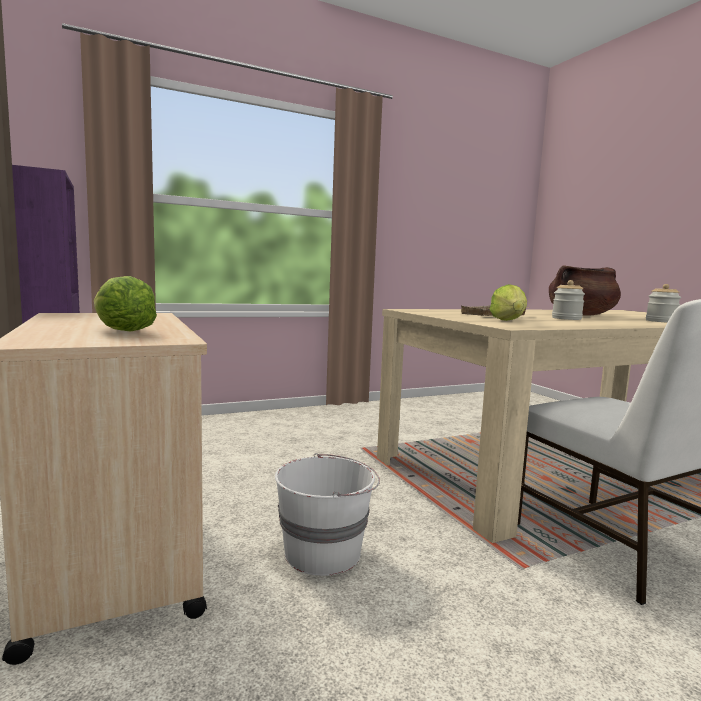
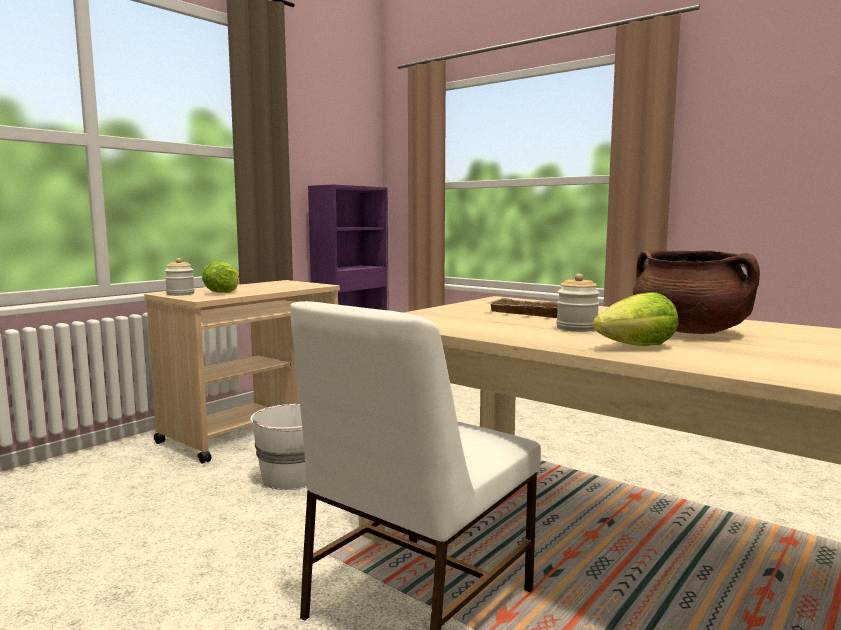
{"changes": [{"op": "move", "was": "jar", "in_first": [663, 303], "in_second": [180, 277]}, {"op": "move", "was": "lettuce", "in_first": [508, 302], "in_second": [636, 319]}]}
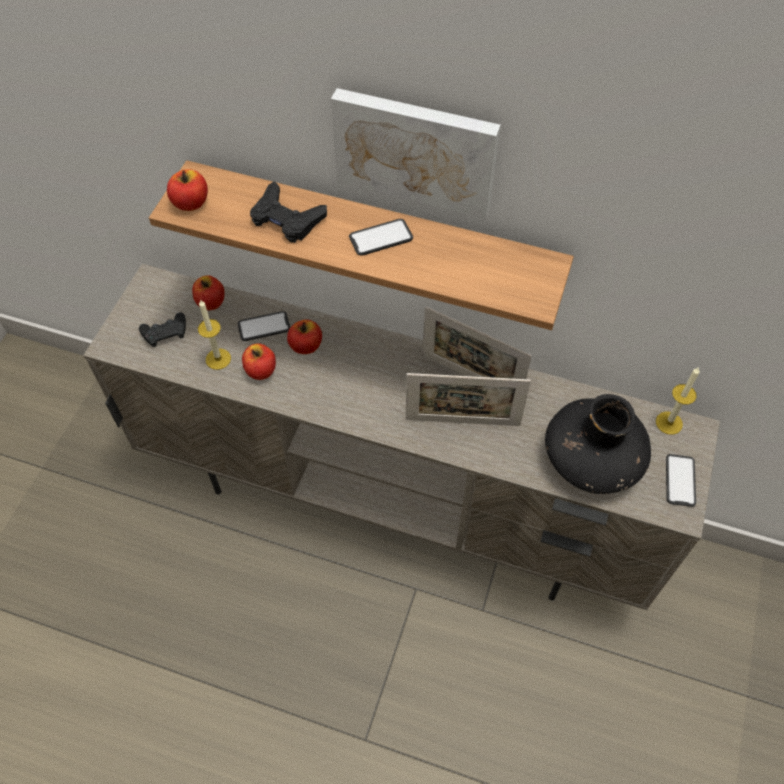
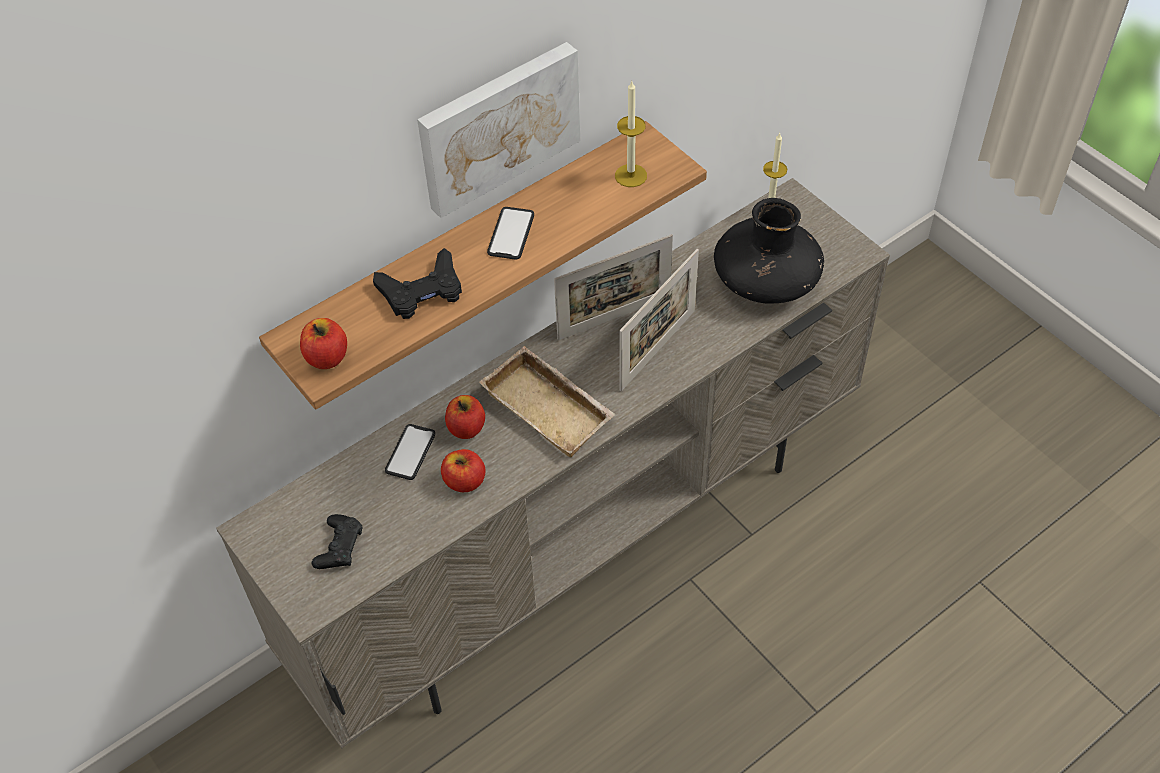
{"changes": [{"op": "insert", "now": "beige tray", "in_second": [547, 401]}, {"op": "move", "was": "candle", "in_first": [214, 335], "in_second": [631, 134]}, {"op": "delete", "was": "apple", "in_first": [208, 292]}, {"op": "delete", "was": "phone", "in_first": [681, 480]}]}
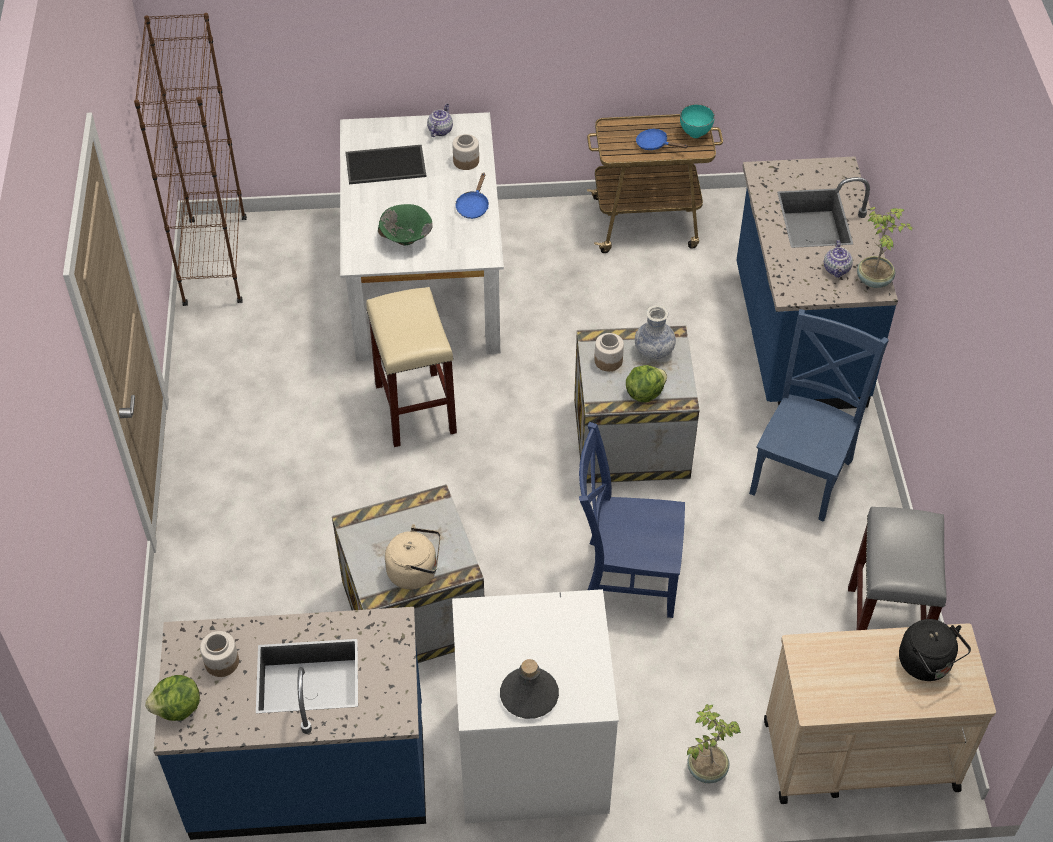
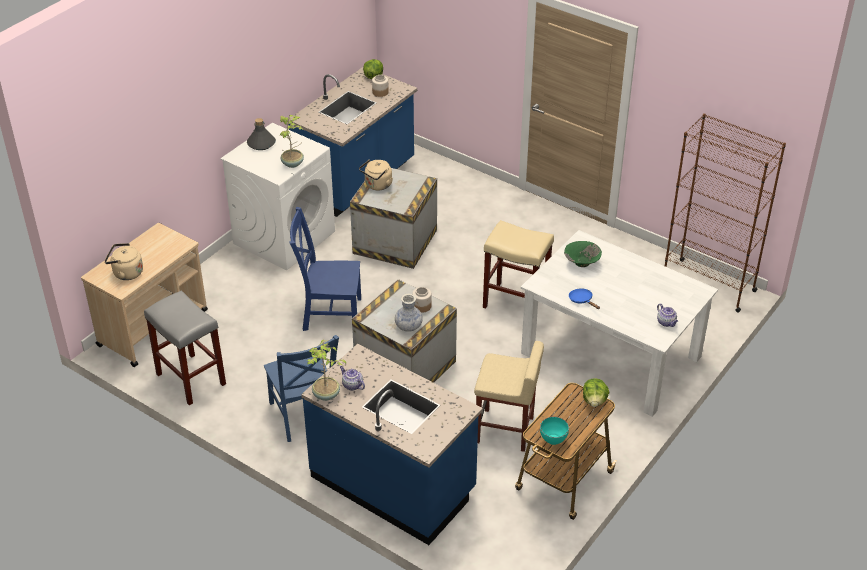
{"changes": [{"op": "recolor", "was": "black kettle", "now": "beige kettle", "in_first": [935, 650], "in_second": [124, 261]}, {"op": "move", "was": "potted plant", "in_first": [714, 744], "in_second": [292, 141]}, {"op": "rotate", "was": "blue chair", "in_first": [632, 520], "in_second": [325, 269], "clockwise": -135}, {"op": "insert", "now": "beige stool", "in_second": [509, 396]}, {"op": "move", "was": "lettuce", "in_first": [646, 383], "in_second": [596, 392]}, {"op": "delete", "was": "tray", "in_first": [386, 164]}, {"op": "delete", "was": "jar", "in_first": [465, 152]}, {"op": "delete", "was": "blue frying pan", "in_first": [662, 139]}]}
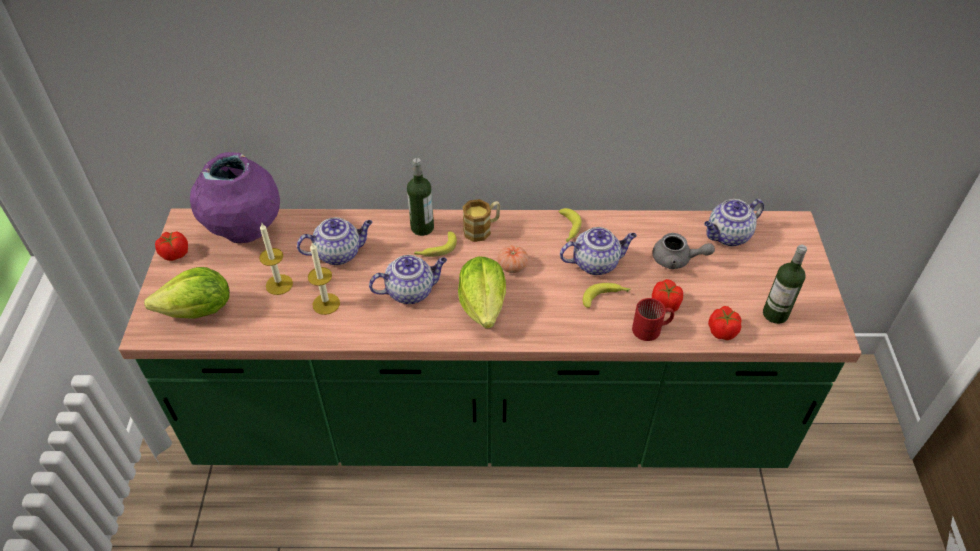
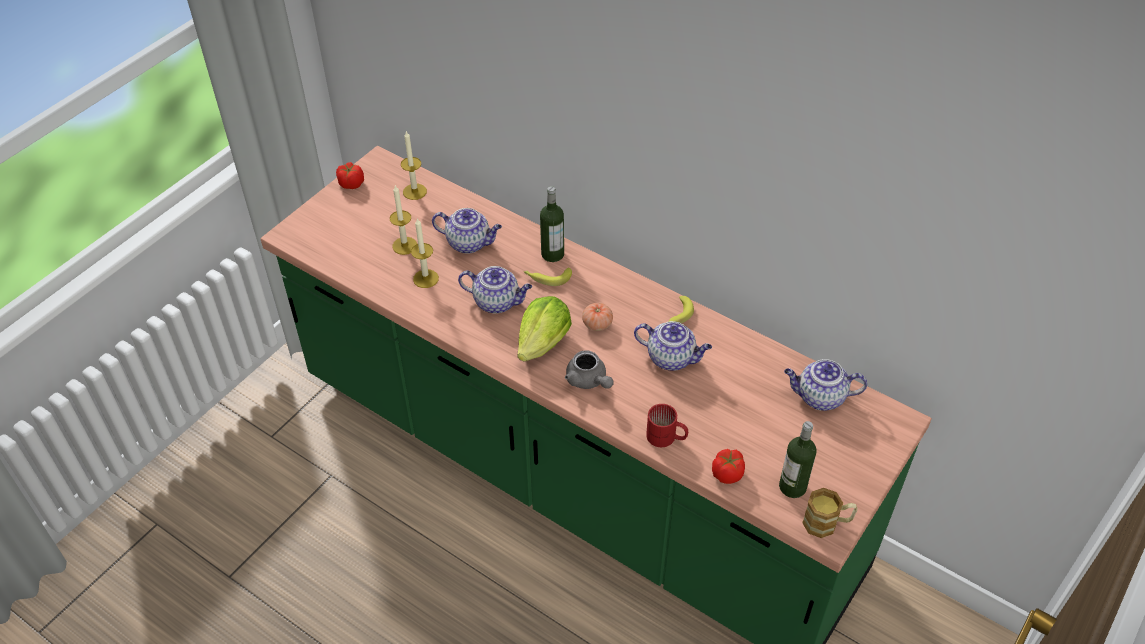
{"changes": [{"op": "replace", "was": "purple vase", "now": "candle", "in_first": [235, 197], "in_second": [414, 165]}, {"op": "move", "was": "grey teapot", "in_first": [684, 251], "in_second": [589, 369]}, {"op": "move", "was": "mug", "in_first": [481, 220], "in_second": [830, 513]}, {"op": "delete", "was": "lettuce", "in_first": [187, 293]}, {"op": "delete", "was": "banana", "in_first": [606, 295]}, {"op": "delete", "was": "tomato", "in_first": [667, 295]}]}
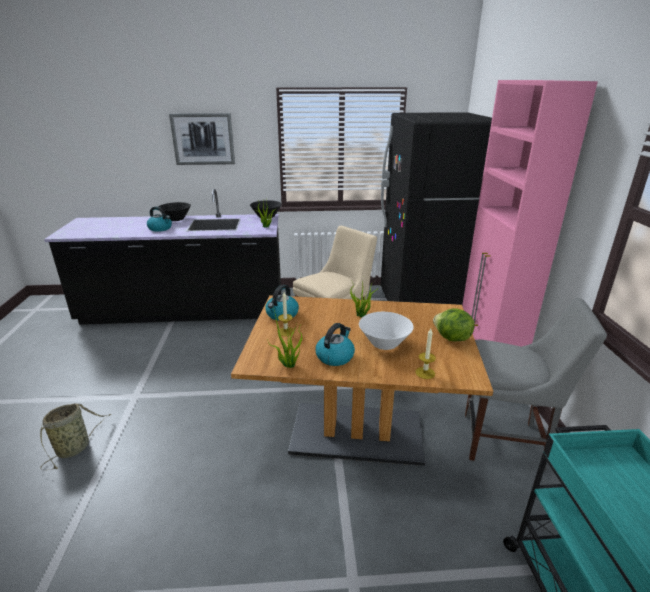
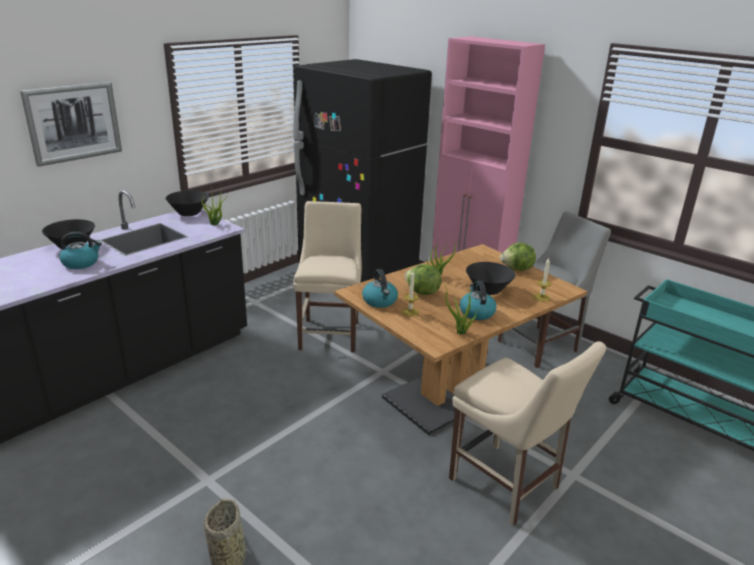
{"changes": [{"op": "insert", "now": "lettuce", "in_second": [423, 279]}, {"op": "insert", "now": "beige chair", "in_second": [527, 433]}, {"op": "recolor", "was": "white bowl", "now": "black bowl", "in_first": [386, 331], "in_second": [491, 278]}]}
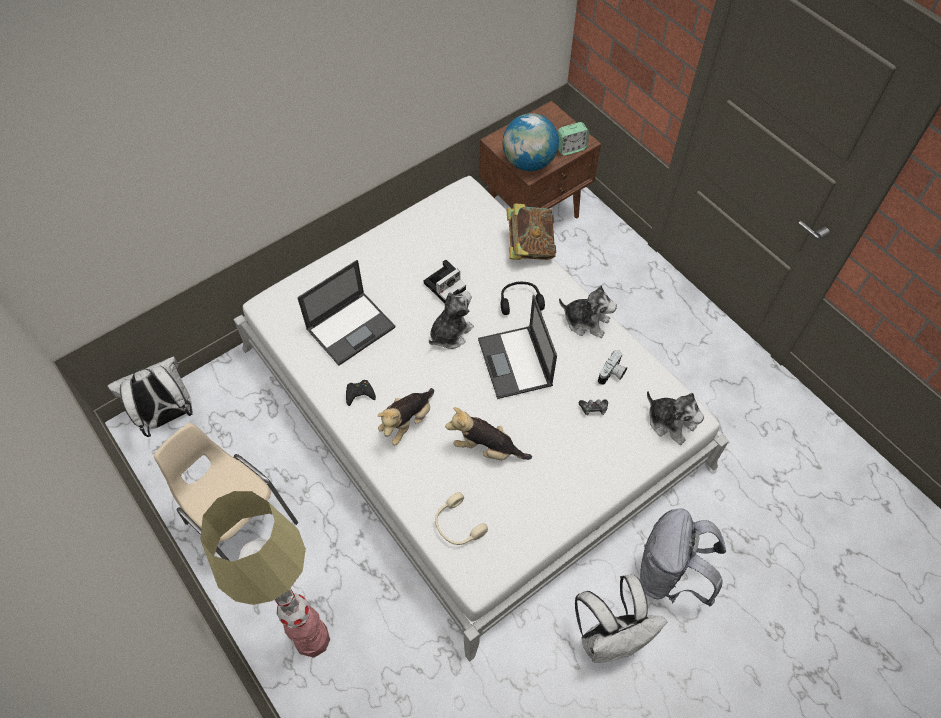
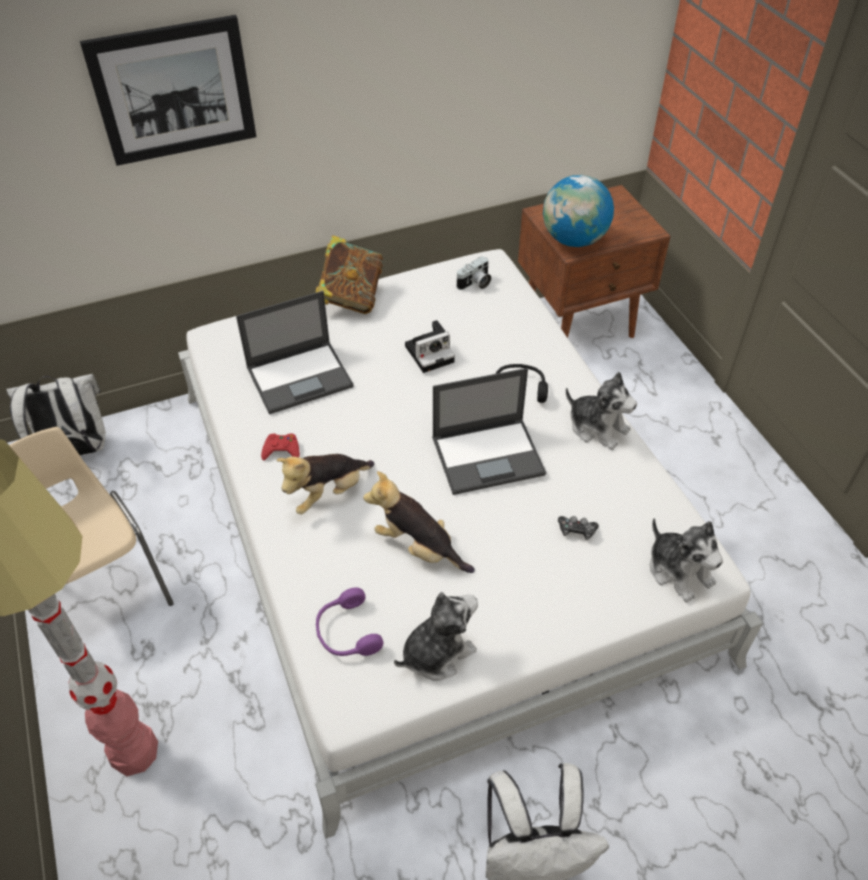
{"changes": [{"op": "insert", "now": "picture", "in_second": [168, 90]}, {"op": "recolor", "was": "black game controller", "now": "red game controller", "in_first": [361, 393], "in_second": [280, 447]}, {"op": "move", "was": "book", "in_first": [531, 231], "in_second": [349, 274]}, {"op": "recolor", "was": "beige headphones", "now": "purple headphones", "in_first": [461, 518], "in_second": [349, 622]}, {"op": "move", "was": "plush toy", "in_first": [451, 320], "in_second": [436, 636]}, {"op": "rotate", "was": "laptop", "in_first": [517, 347], "in_second": [489, 431], "clockwise": -105}, {"op": "move", "was": "photo camera", "in_first": [612, 367], "in_second": [474, 273]}, {"op": "delete", "was": "alarm clock", "in_first": [573, 139]}, {"op": "delete", "was": "grey backpack", "in_first": [683, 557]}]}
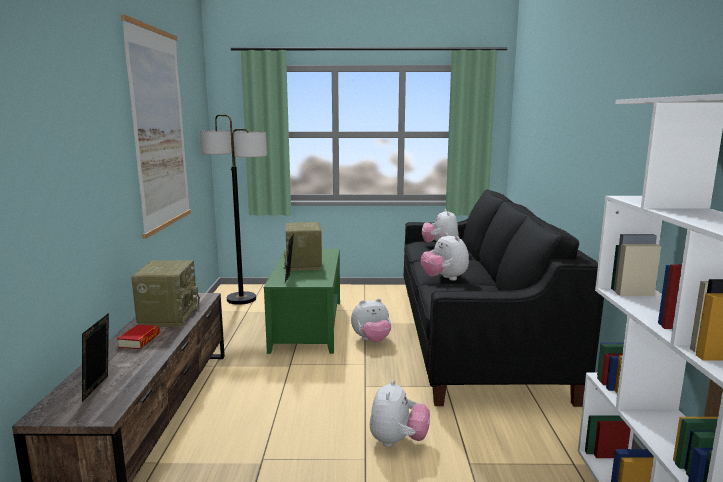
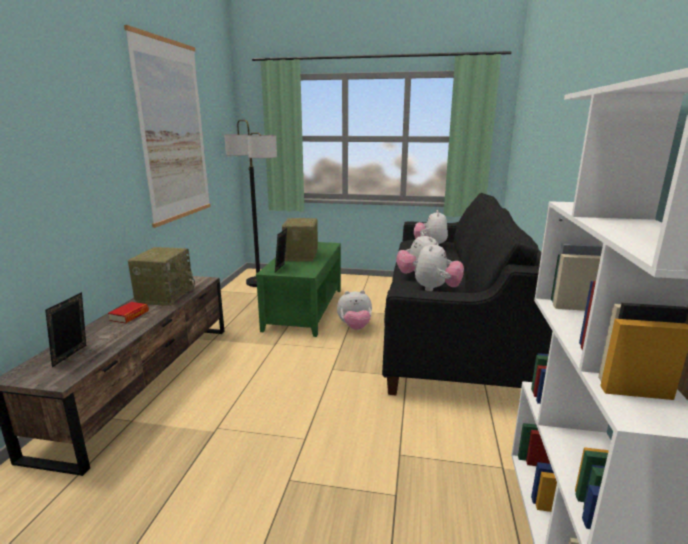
{"changes": [{"op": "move", "was": "plush toy", "in_first": [400, 413], "in_second": [439, 266]}]}
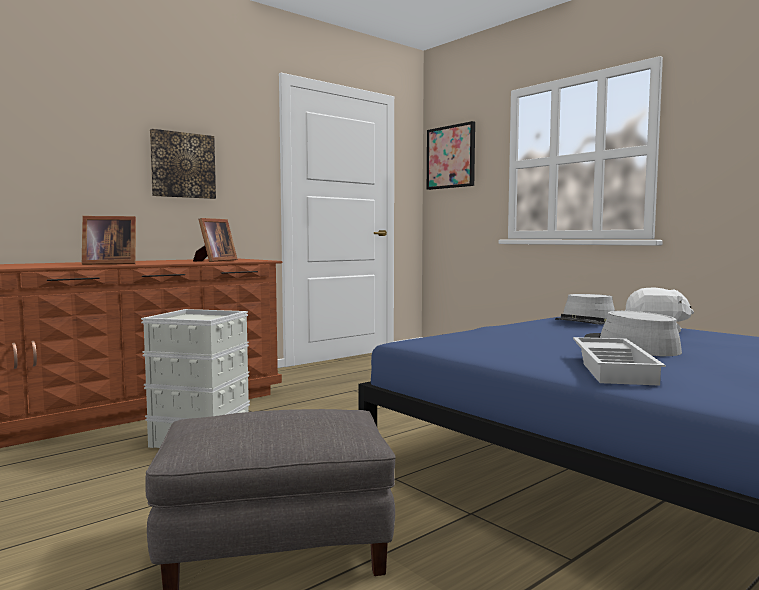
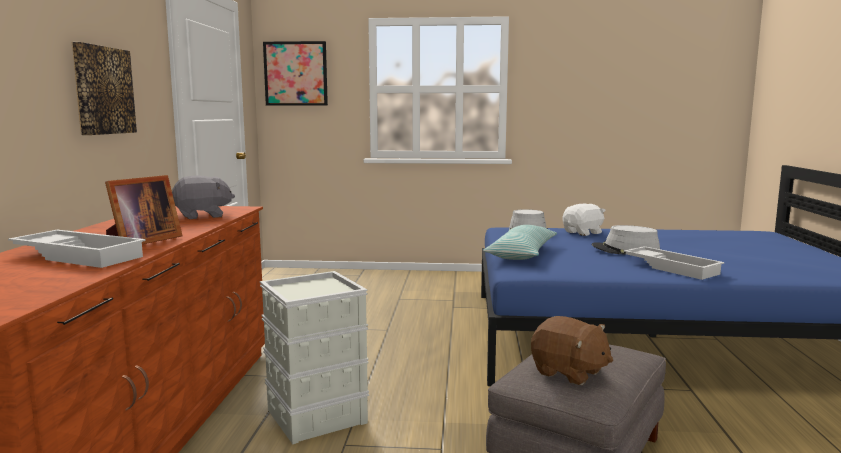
{"changes": [{"op": "insert", "now": "white tray", "in_second": [77, 249]}, {"op": "replace", "was": "picture frame", "now": "grey plush toy", "in_first": [215, 240], "in_second": [203, 197]}, {"op": "insert", "now": "pillow", "in_second": [520, 242]}, {"op": "insert", "now": "brown plush toy", "in_second": [572, 350]}]}
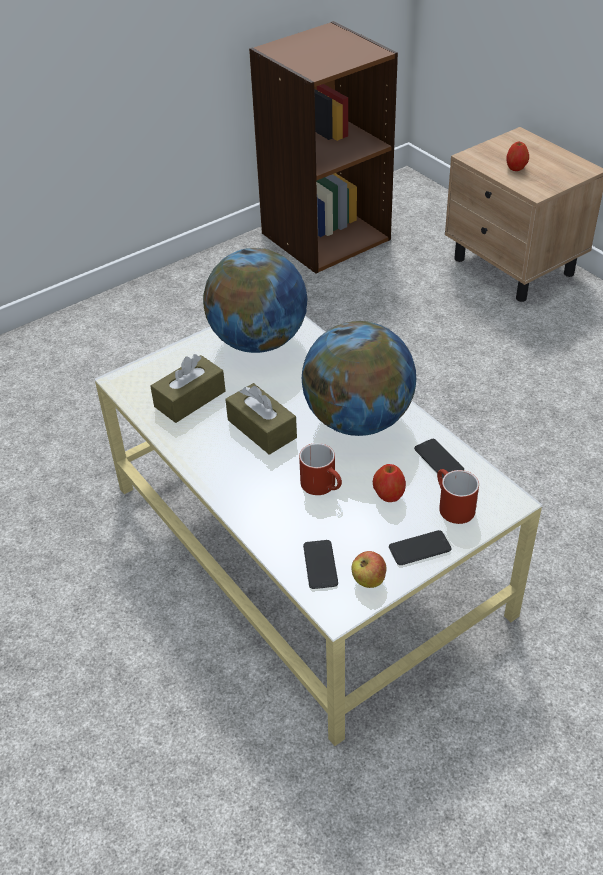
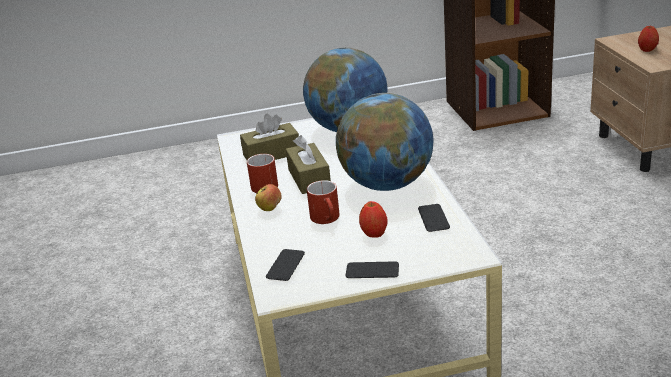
{"changes": [{"op": "move", "was": "red mug", "in_first": [458, 496], "in_second": [262, 173]}, {"op": "move", "was": "apple", "in_first": [369, 569], "in_second": [268, 197]}]}
